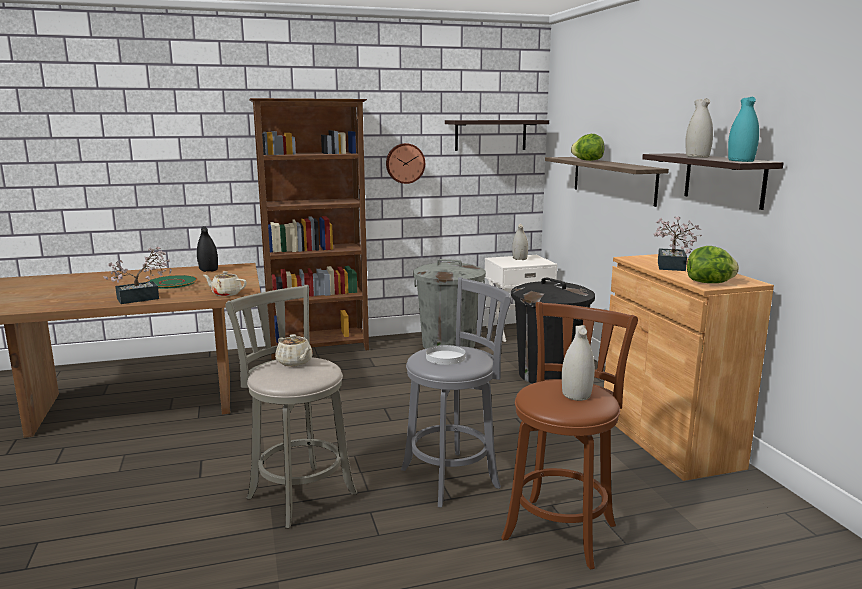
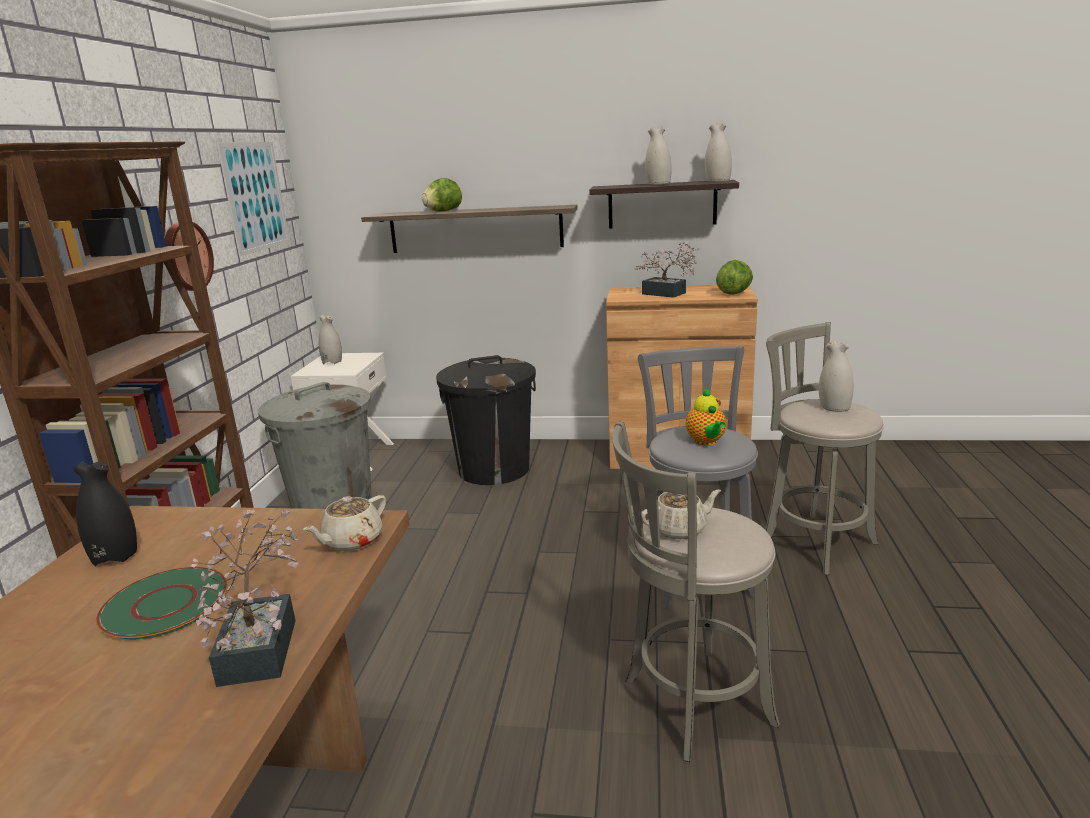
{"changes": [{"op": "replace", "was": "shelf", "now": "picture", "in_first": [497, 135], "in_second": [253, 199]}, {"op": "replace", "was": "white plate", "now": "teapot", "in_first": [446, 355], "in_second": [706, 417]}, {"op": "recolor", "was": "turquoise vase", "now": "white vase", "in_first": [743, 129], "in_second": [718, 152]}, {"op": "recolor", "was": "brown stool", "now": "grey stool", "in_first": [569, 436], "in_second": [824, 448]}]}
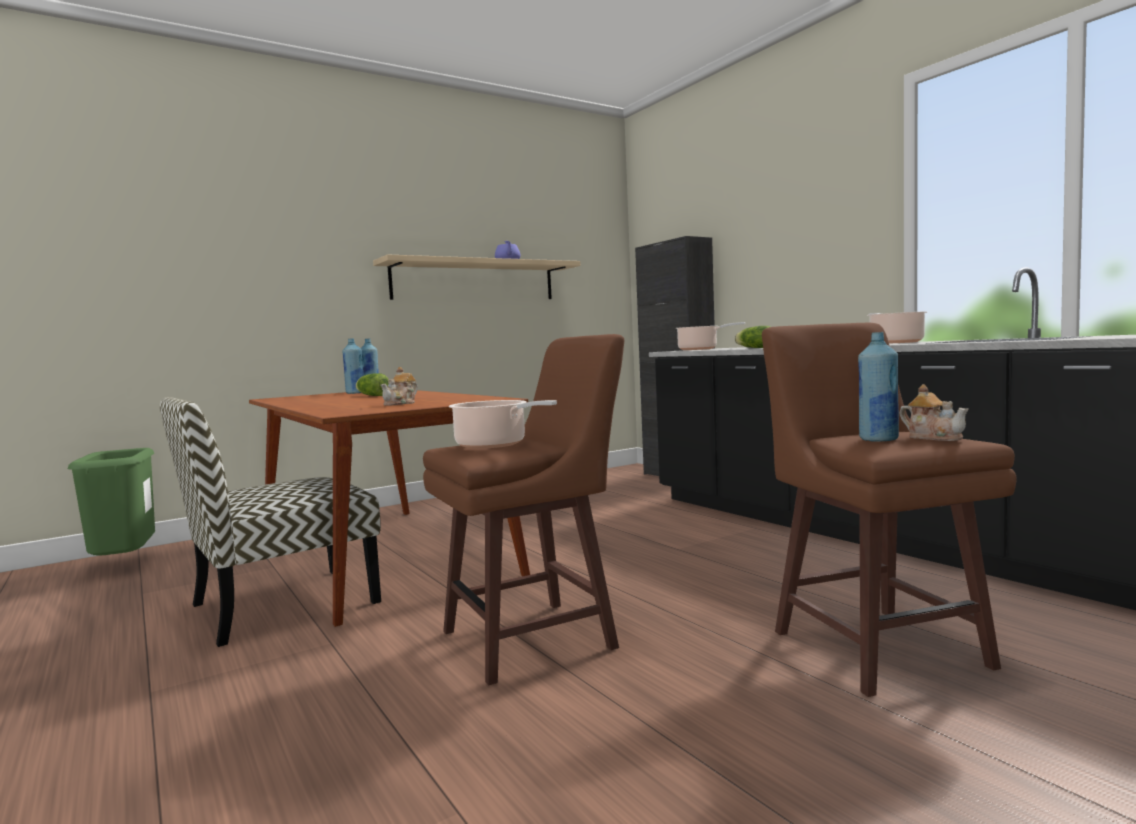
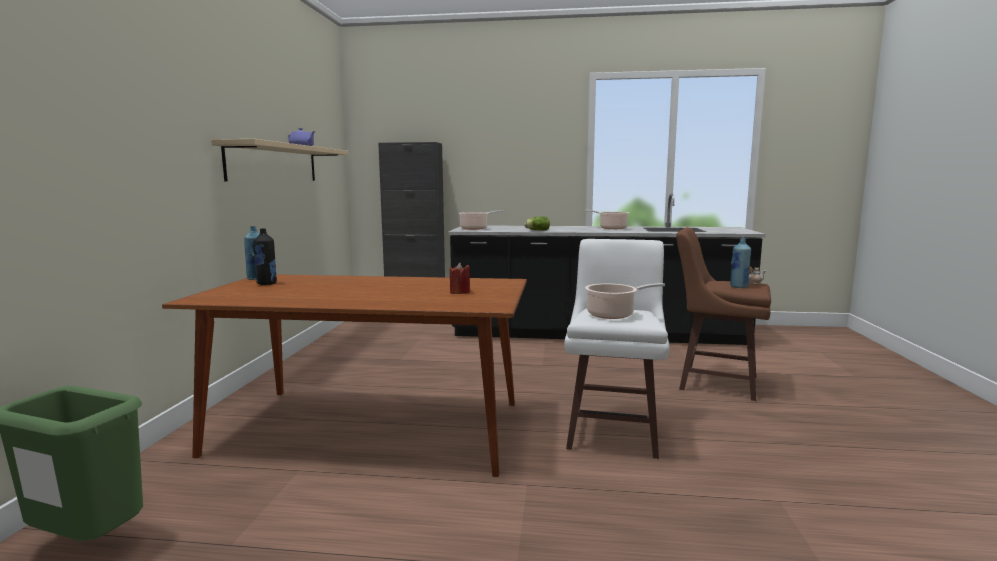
{"changes": [{"op": "recolor", "was": "blue bottle", "now": "black bottle", "in_first": [353, 366], "in_second": [265, 256]}, {"op": "replace", "was": "teapot", "now": "red candle", "in_first": [399, 386], "in_second": [460, 278]}, {"op": "recolor", "was": "brown stool", "now": "white stool", "in_first": [523, 509], "in_second": [617, 349]}, {"op": "delete", "was": "chair", "in_first": [270, 522]}, {"op": "delete", "was": "lettuce", "in_first": [372, 384]}]}
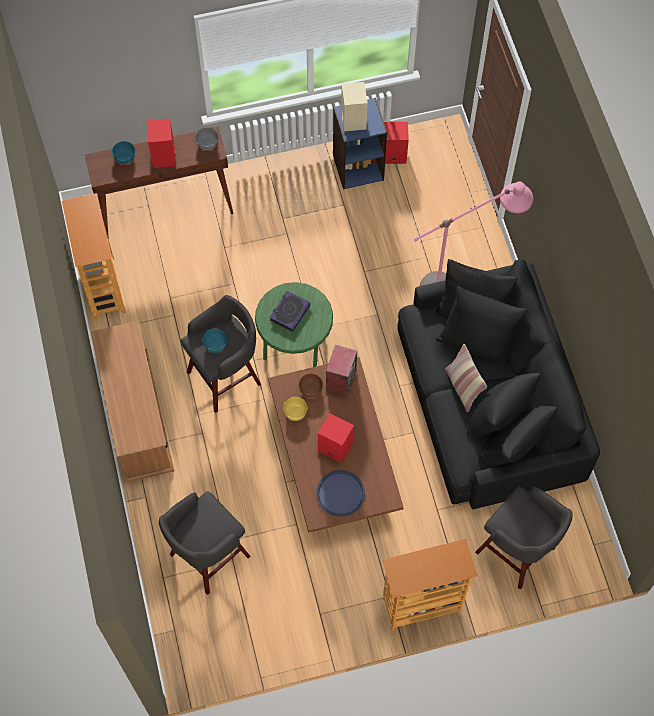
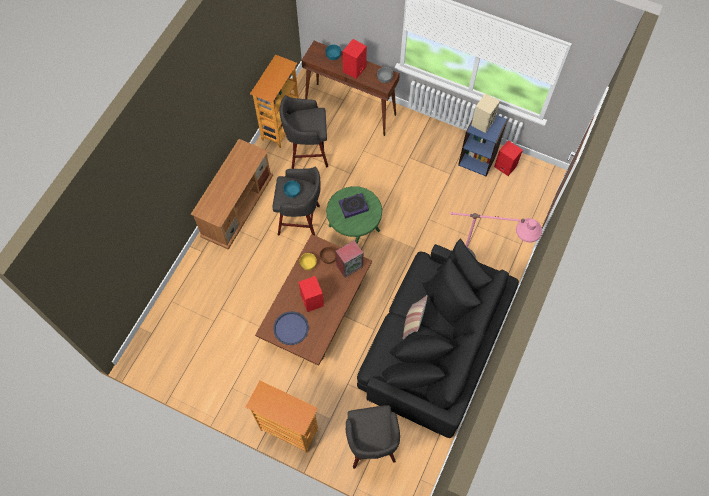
{"changes": [{"op": "move", "was": "grey stool", "in_first": [204, 543], "in_second": [303, 132]}]}
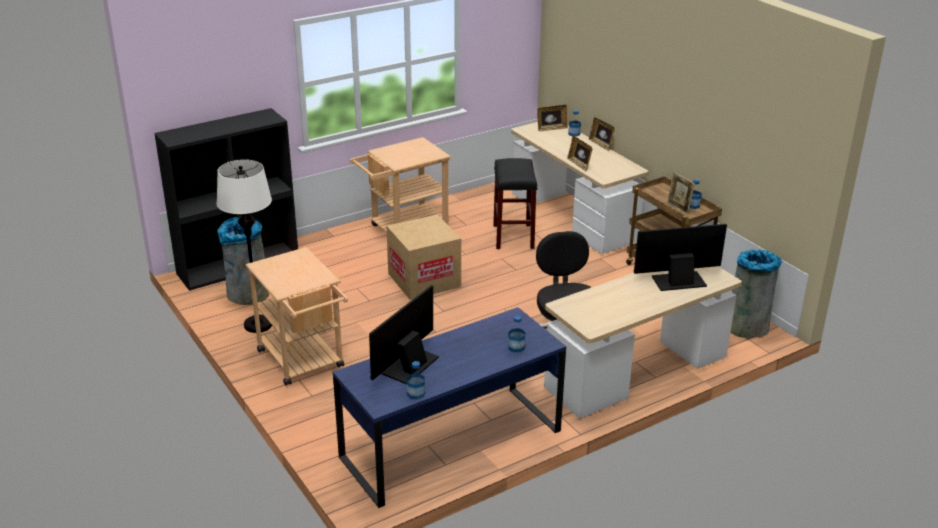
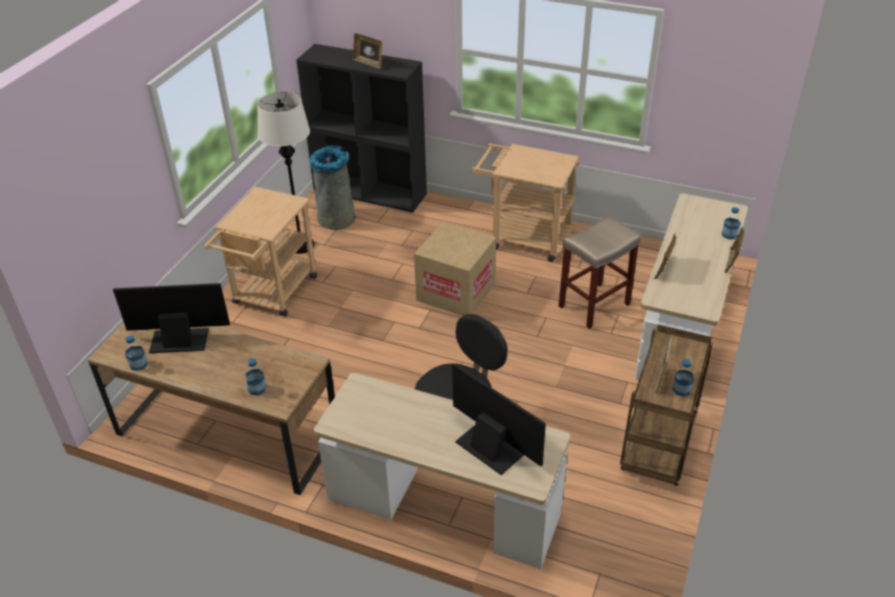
{"changes": [{"op": "recolor", "was": "blue desk", "now": "brown desk", "in_first": [449, 407], "in_second": [211, 409]}, {"op": "move", "was": "picture frame", "in_first": [552, 118], "in_second": [367, 51]}, {"op": "recolor", "was": "black stool", "now": "beige stool", "in_first": [515, 203], "in_second": [600, 272]}, {"op": "delete", "was": "grey trash can", "in_first": [756, 294]}]}
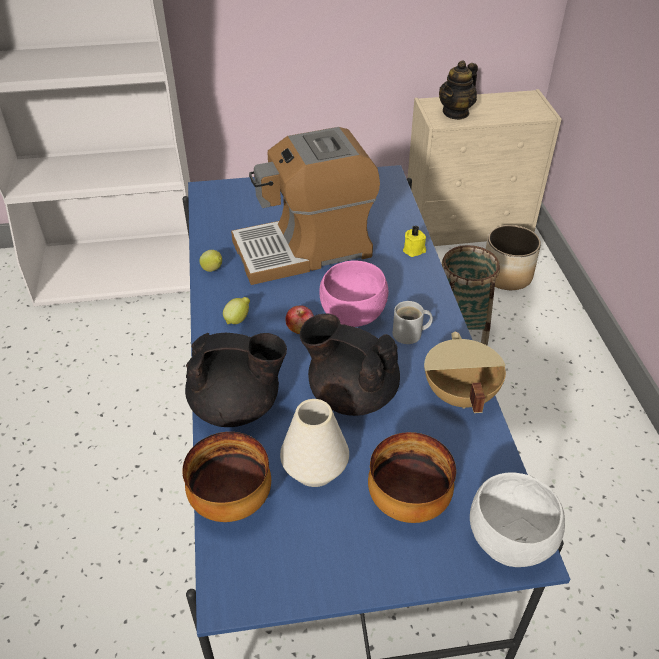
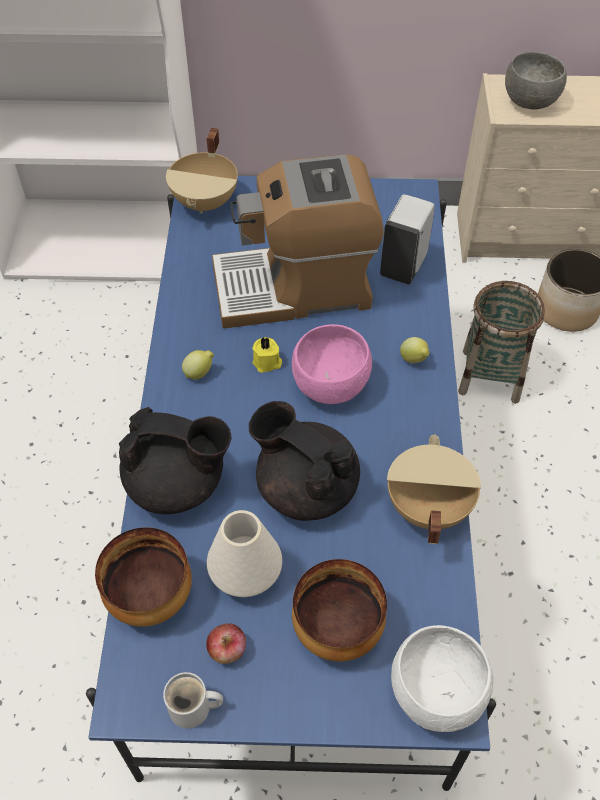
{"changes": [{"op": "move", "was": "white mug", "in_first": [413, 322], "in_second": [193, 700]}, {"op": "insert", "now": "beige cooking pot", "in_second": [202, 171]}, {"op": "move", "was": "apple", "in_first": [299, 319], "in_second": [226, 643]}, {"op": "move", "was": "yellow candle", "in_first": [414, 241], "in_second": [267, 355]}, {"op": "insert", "now": "white soap dispenser", "in_second": [407, 239]}, {"op": "move", "was": "lemon", "in_first": [210, 261], "in_second": [415, 350]}, {"op": "replace", "was": "teapot", "now": "grey bowl", "in_first": [458, 90], "in_second": [536, 80]}]}
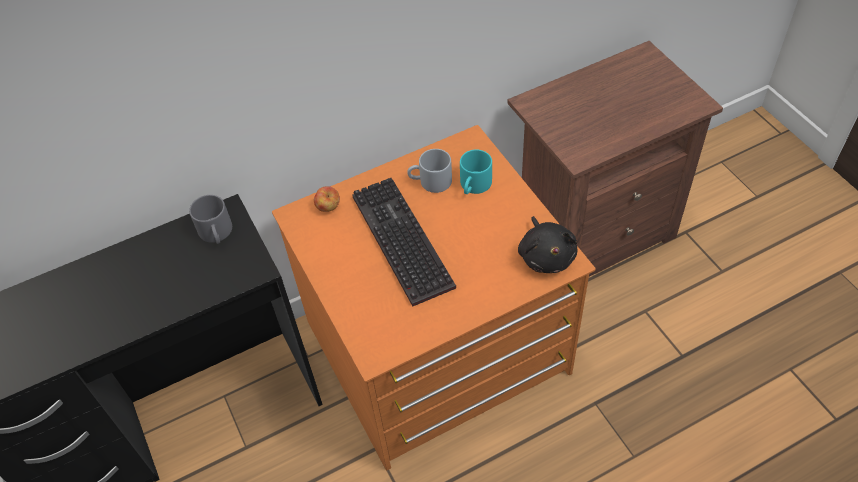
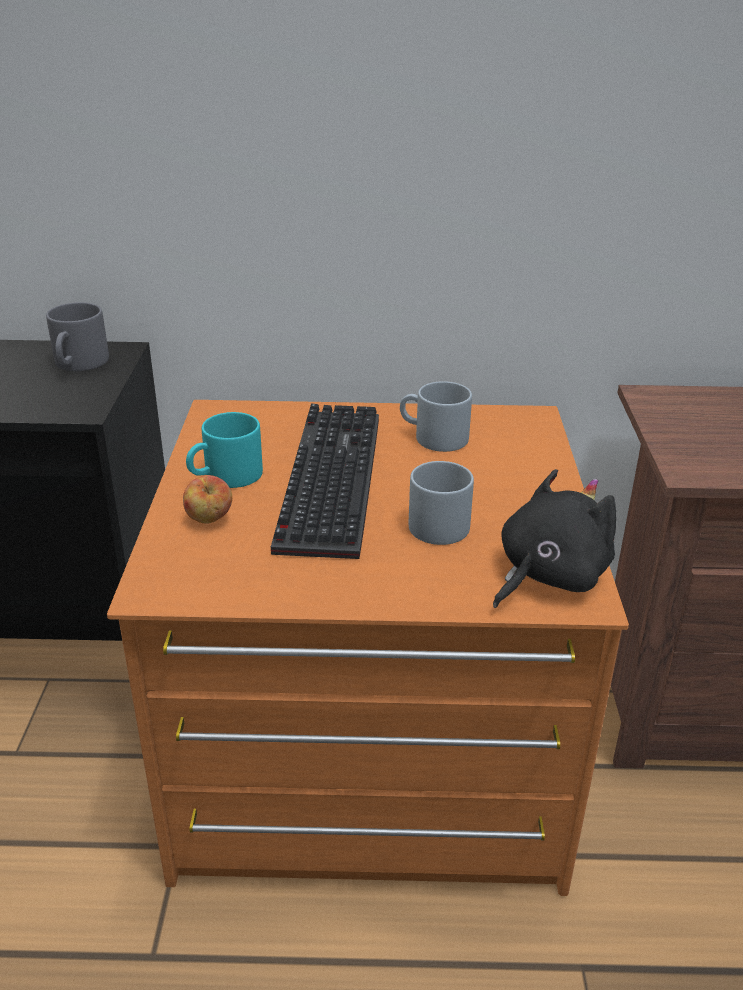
{"changes": [{"op": "move", "was": "apple", "in_first": [327, 199], "in_second": [207, 499]}, {"op": "move", "was": "turquoise mug", "in_first": [476, 172], "in_second": [224, 450]}, {"op": "insert", "now": "grey mug", "in_second": [441, 503]}, {"op": "rotate", "was": "black plush toy", "in_first": [547, 244], "in_second": [554, 538], "clockwise": -150}]}
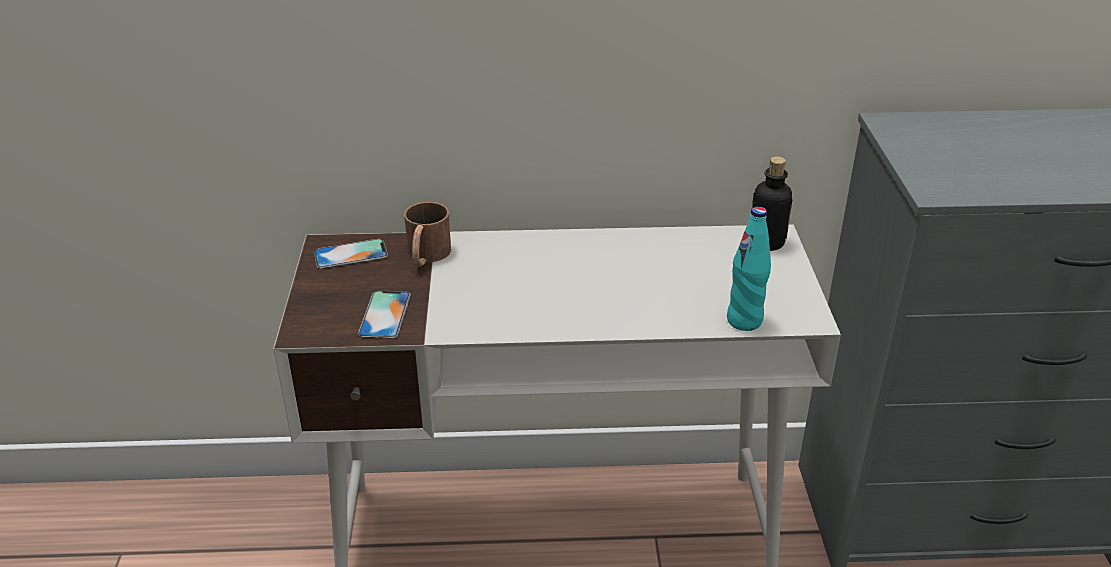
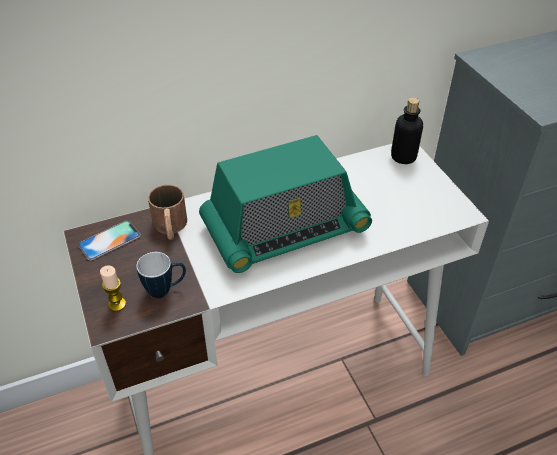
{"changes": [{"op": "insert", "now": "candle", "in_second": [113, 288]}, {"op": "replace", "was": "phone", "now": "mug", "in_first": [384, 315], "in_second": [161, 275]}, {"op": "insert", "now": "radio", "in_second": [285, 204]}, {"op": "delete", "was": "turquoise bottle", "in_first": [749, 269]}]}
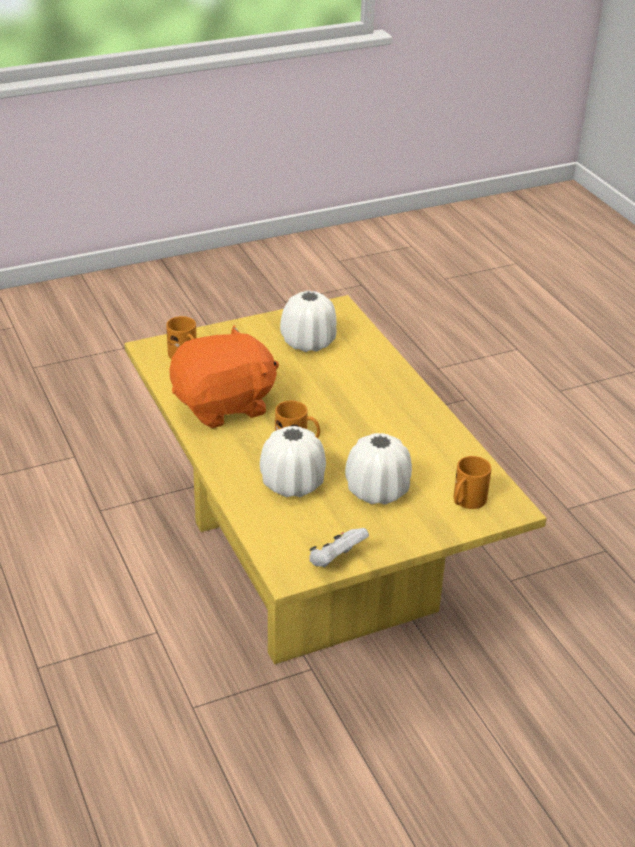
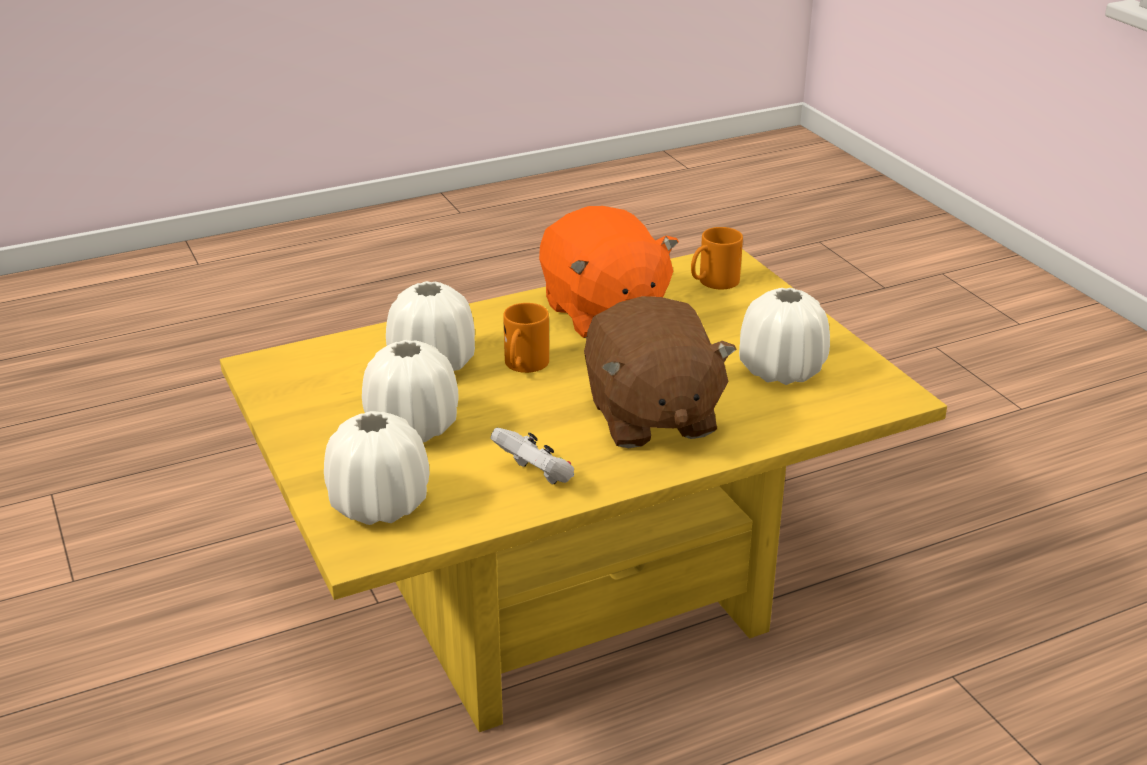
{"changes": [{"op": "replace", "was": "orange mug", "now": "white vase", "in_first": [472, 482], "in_second": [377, 468]}, {"op": "move", "was": "white game controller", "in_first": [339, 548], "in_second": [532, 456]}, {"op": "insert", "now": "brown plush toy", "in_second": [660, 372]}]}
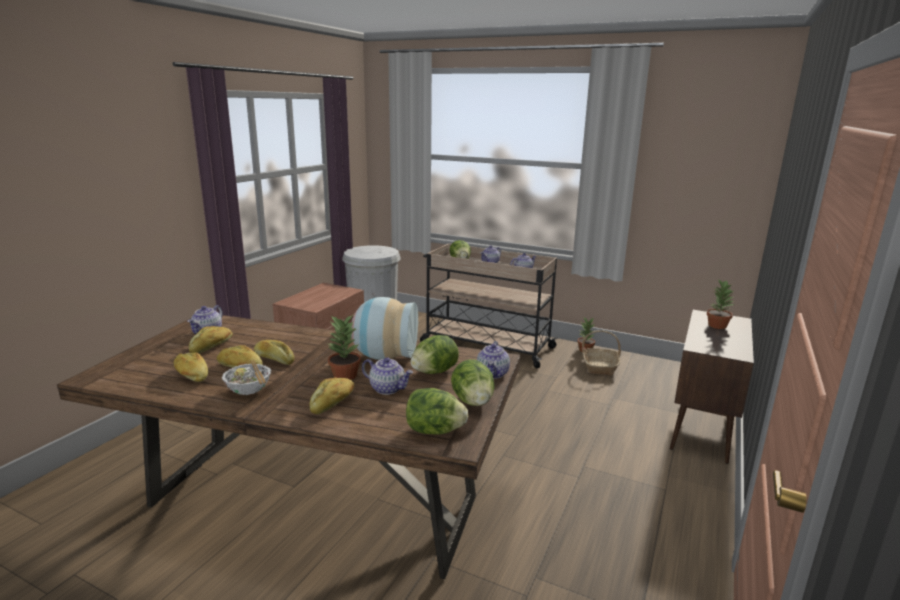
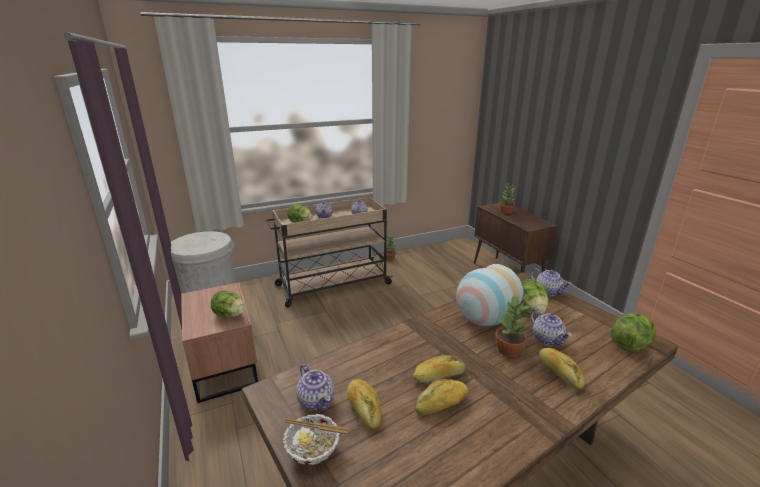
{"changes": [{"op": "move", "was": "lettuce", "in_first": [473, 382], "in_second": [228, 304]}, {"op": "move", "was": "bowl", "in_first": [246, 377], "in_second": [316, 439]}, {"op": "rotate", "was": "teapot", "in_first": [387, 376], "in_second": [551, 327], "clockwise": 90}, {"op": "delete", "was": "bread", "in_first": [191, 367]}, {"op": "delete", "was": "basket", "in_first": [601, 353]}]}
